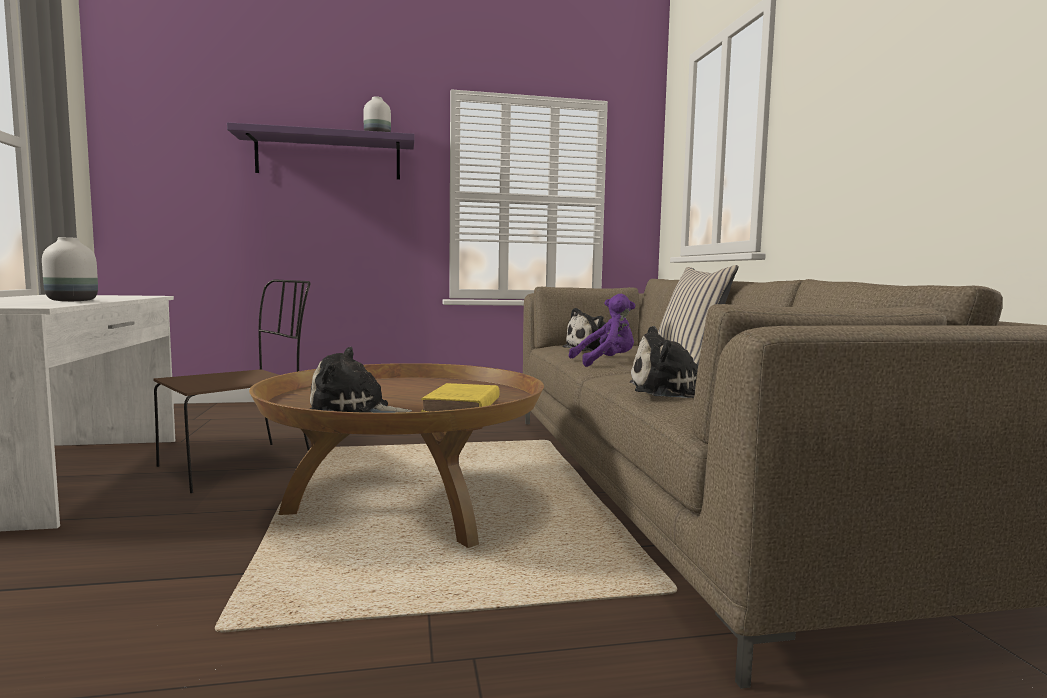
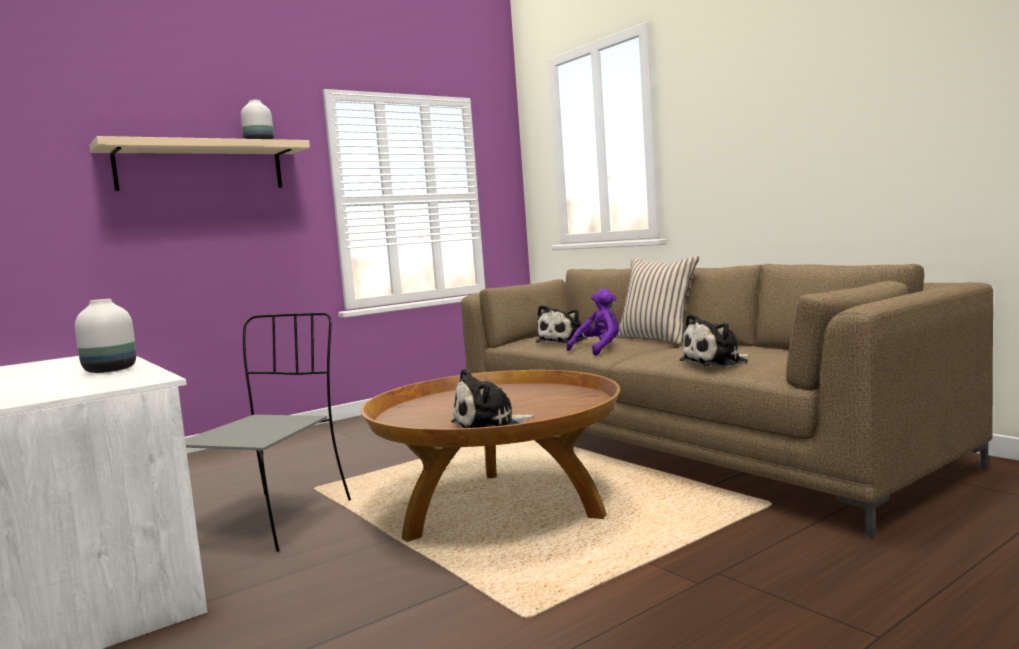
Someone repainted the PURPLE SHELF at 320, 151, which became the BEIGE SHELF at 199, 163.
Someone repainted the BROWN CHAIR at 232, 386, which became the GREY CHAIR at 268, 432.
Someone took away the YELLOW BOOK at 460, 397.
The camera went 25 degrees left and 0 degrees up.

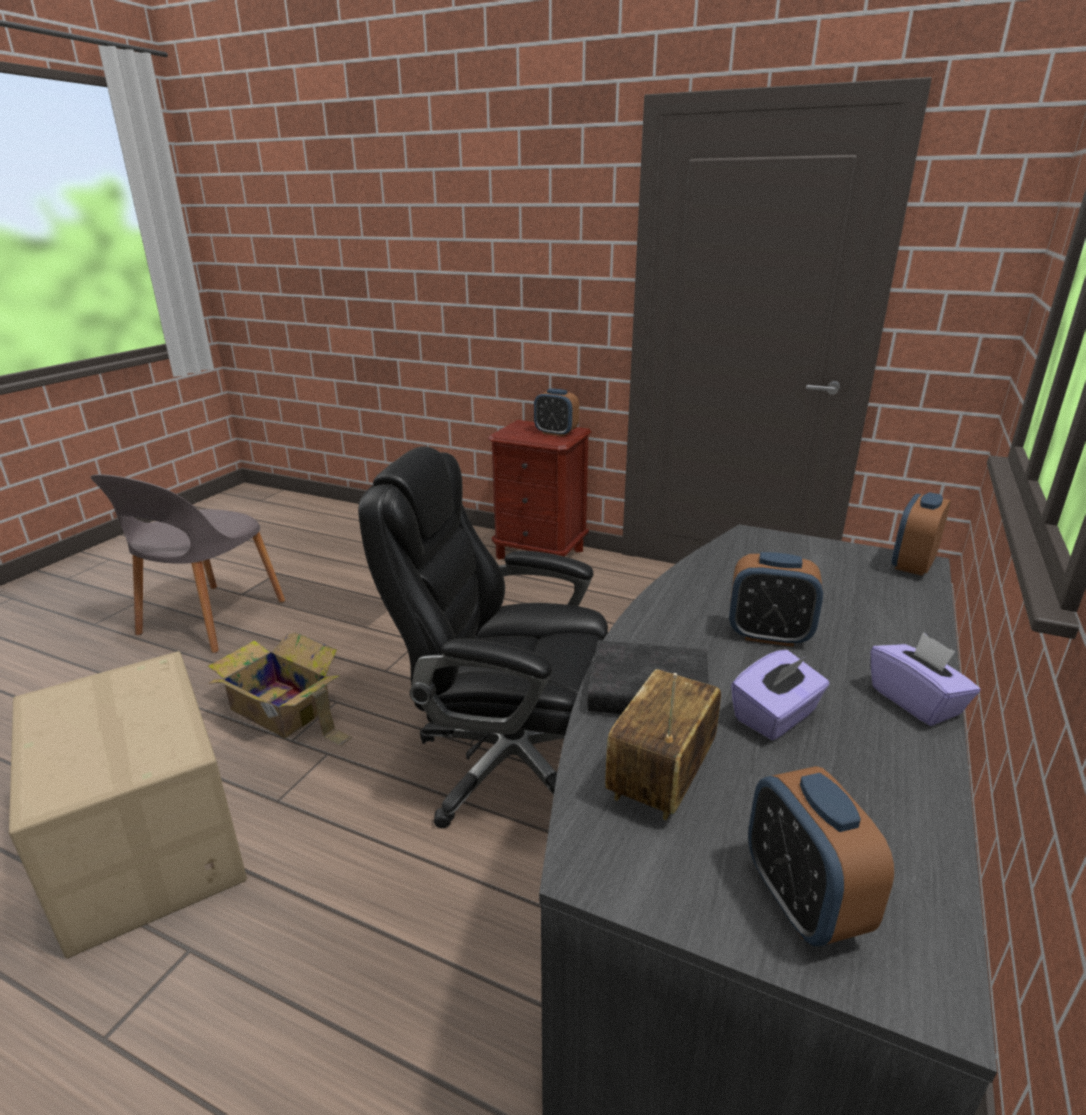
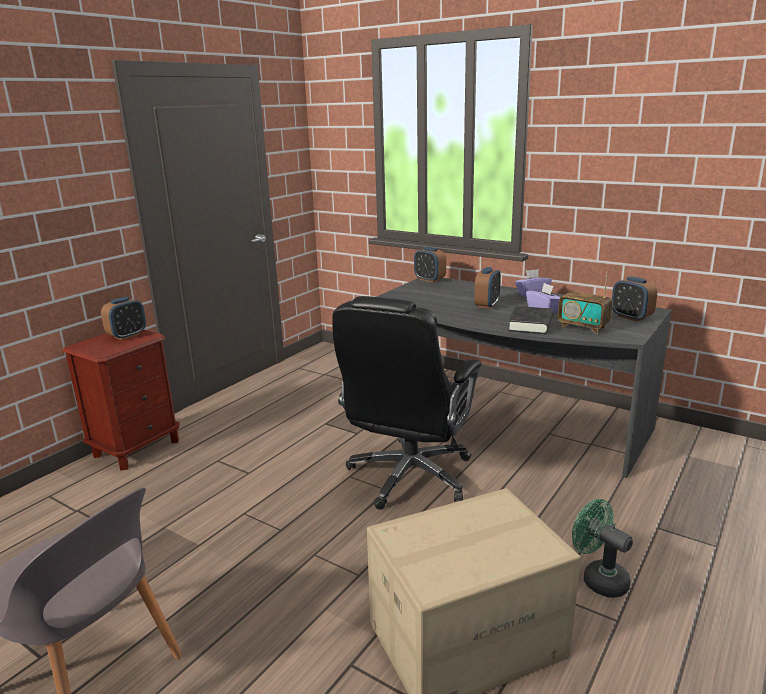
Someone took away the CARDBOARD BOX at 280, 689.
Someone rotated the ALARM CLOCK at 821, 856 by 60 degrees clockwise.
Someone put down the GREEN FAN at 602, 548.
The camera went 80 degrees left and 5 degrees down.

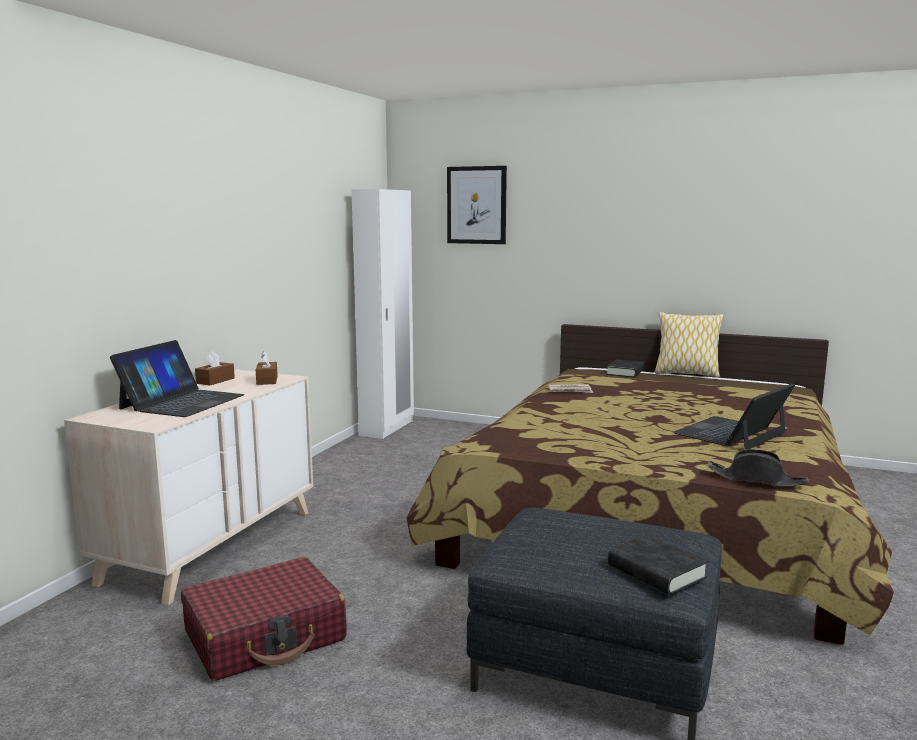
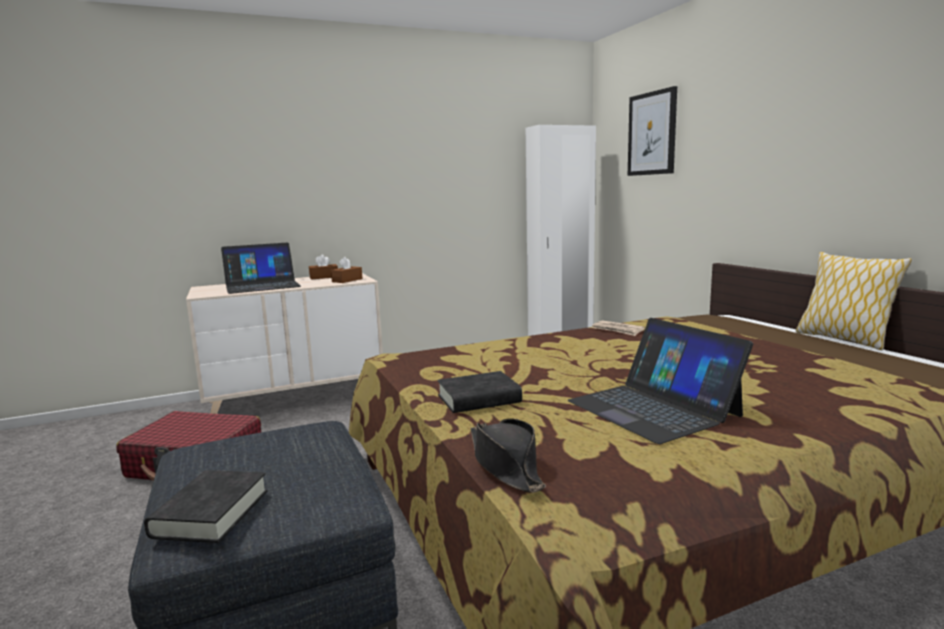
Someone carried the BLACK BOOK from 625, 368 to 480, 392.
Someone rotated the LAPTOP at 734, 416 by 120 degrees counterclockwise.
The camera went 45 degrees right and 0 degrees up.

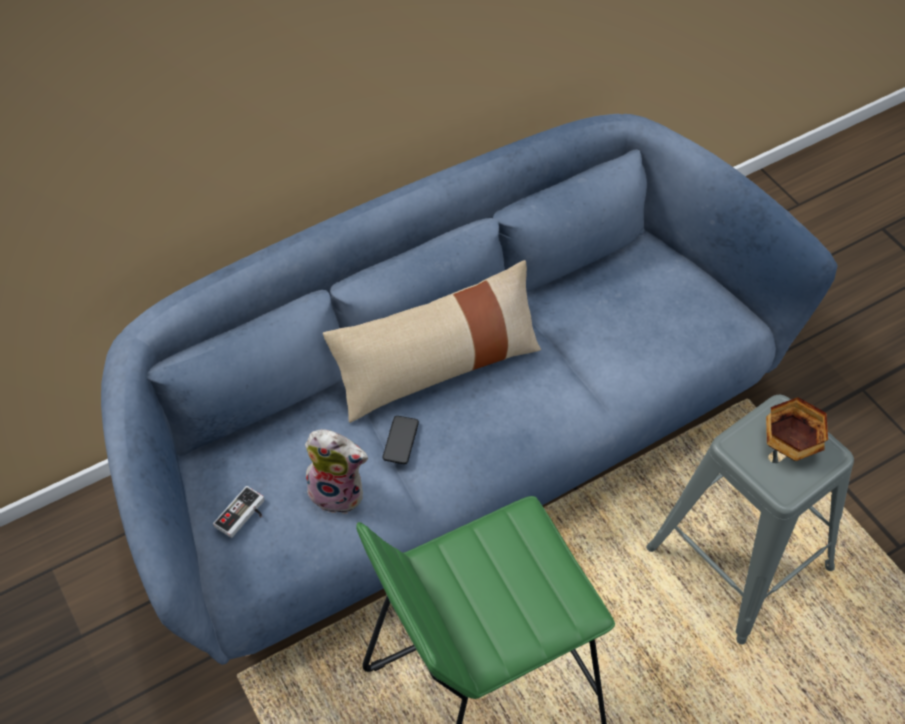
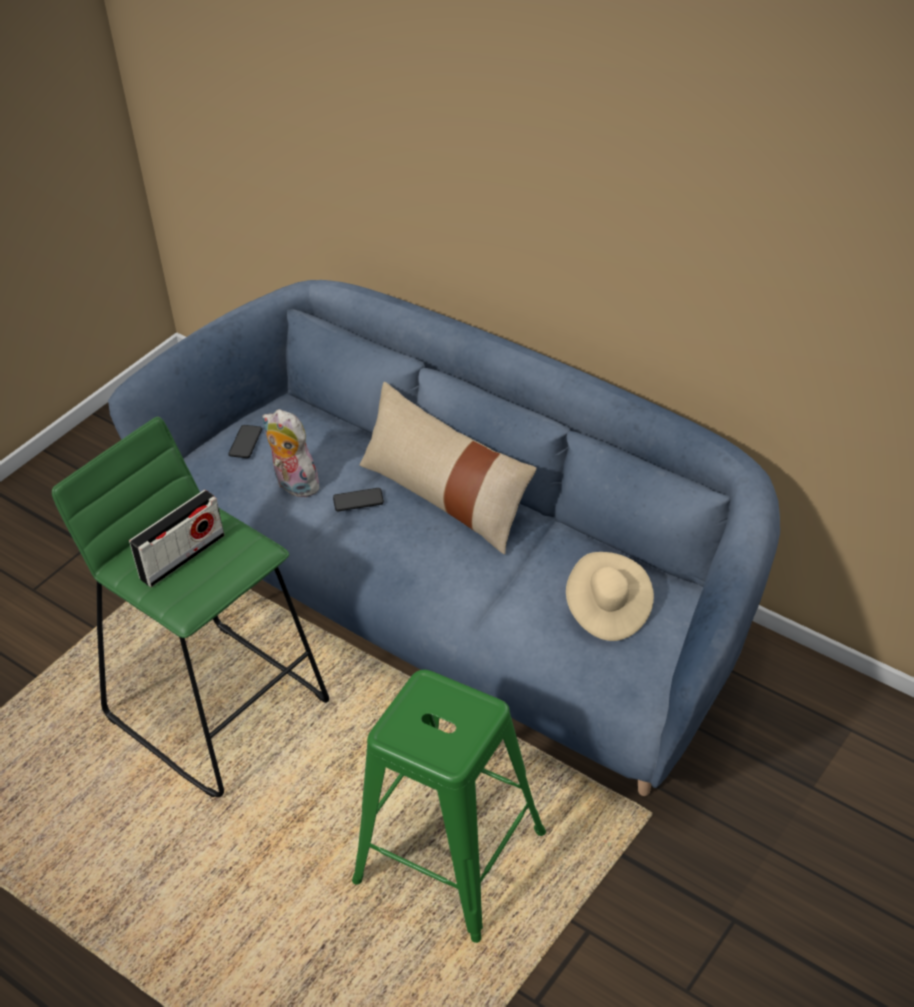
Someone repainted the GREY STOOL at 750, 519, which became the GREEN STOOL at 449, 806.
Someone took away the BOWL at 797, 429.
Someone rotated the PLUSH TOY at 334, 471 by 135 degrees clockwise.
Someone swapped the GAME CONTROLLER at 238, 512 for the PHONE at 245, 441.
Someone put down the RADIO at 177, 538.
Someone put down the BEIGE HAT at 610, 596.
The camera went 70 degrees right and 10 degrees down.

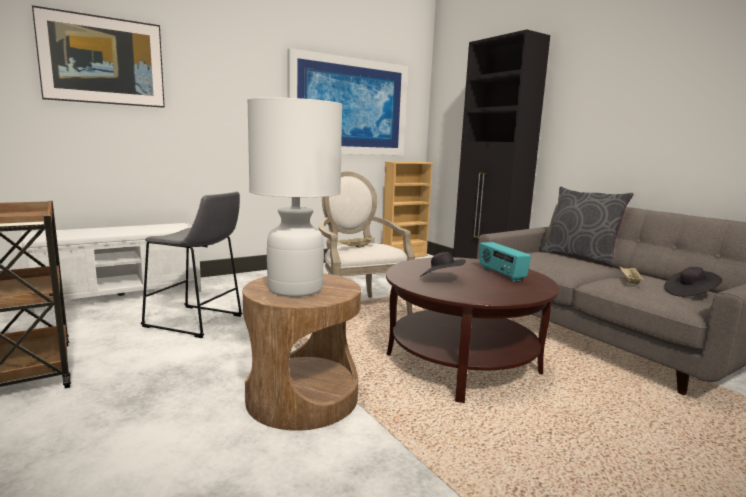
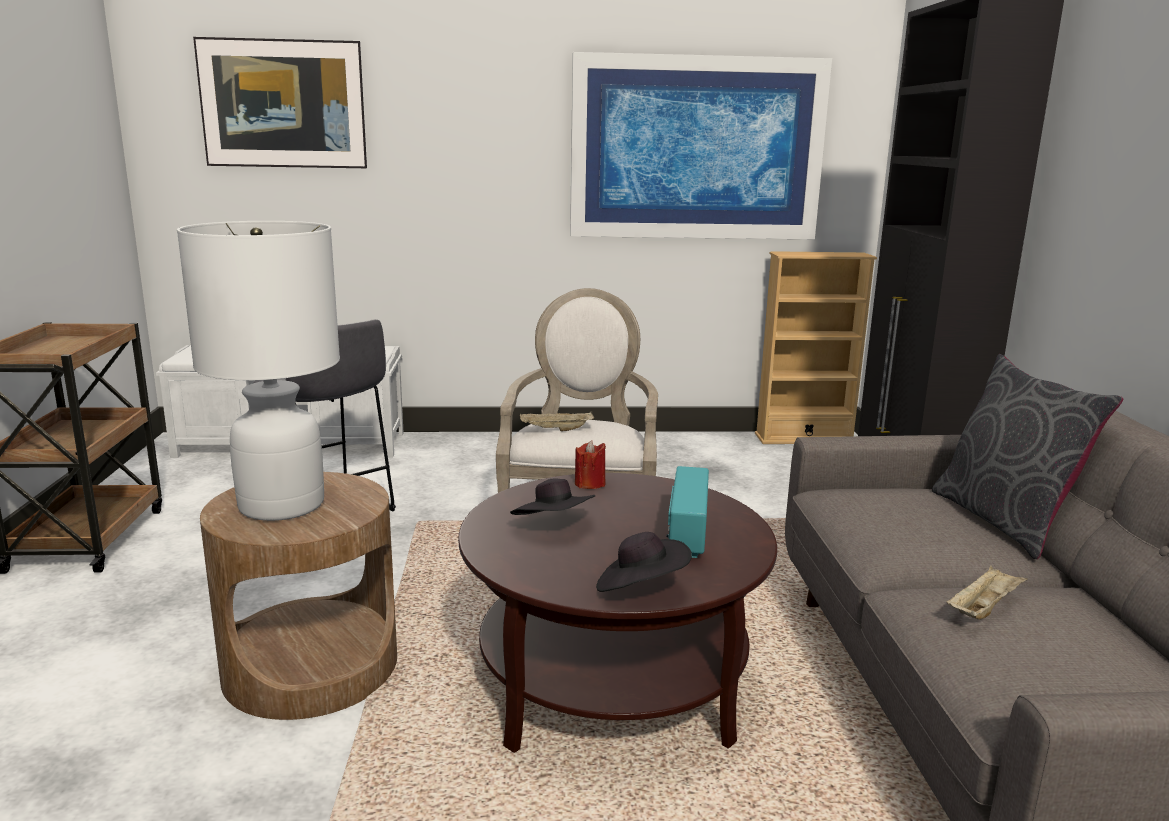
Someone carried the BLACK HAT from 693, 282 to 644, 562.
Someone put down the RED CANDLE at 590, 464.
The camera went 30 degrees right and 5 degrees up.

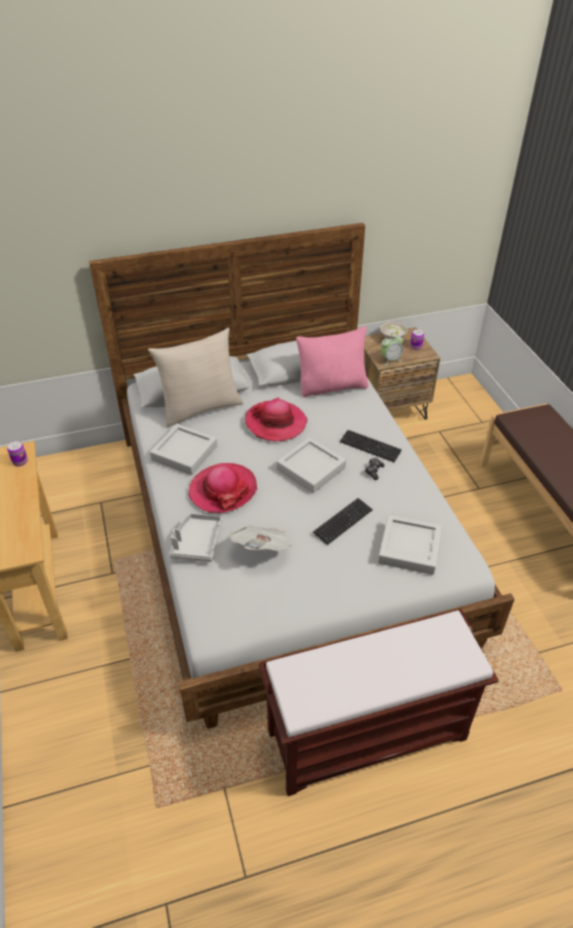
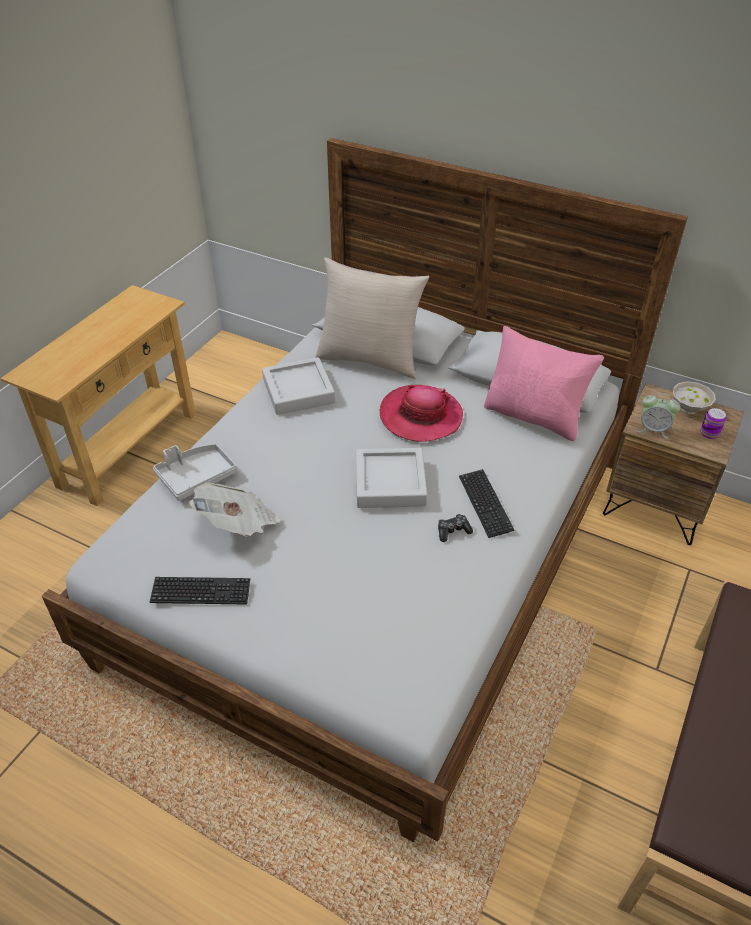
Someone took away the CAN at 17, 453.
Someone took away the HAT at 222, 488.
Someone carried the KEYBOARD from 343, 521 to 200, 591.
Someone took away the GREY TRAY at 410, 545.
Someone took away the BROWN BENCH at 379, 702.
The camera went 45 degrees right and 0 degrees up.

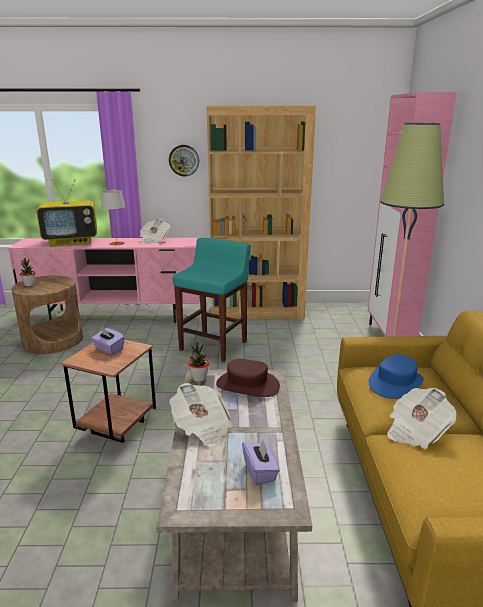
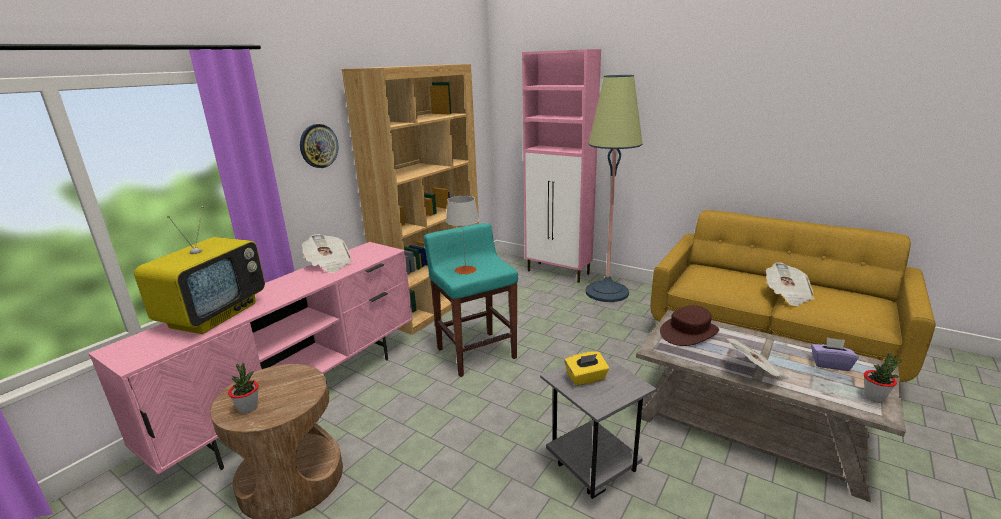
Someone carried the GREY TABLE LAMP from 113, 218 to 462, 235.
Someone repainted the PURPLE TISSUE BOX at 108, 341, which became the YELLOW TISSUE BOX at 587, 368.
Someone repainted the BROWN SIDE TABLE at 108, 391, which became the GREY SIDE TABLE at 598, 425.
Someone carried the POTTED PLANT from 199, 362 to 883, 377.
Someone took away the BLUE HAT at 396, 377.
The camera went 55 degrees left and 0 degrees up.

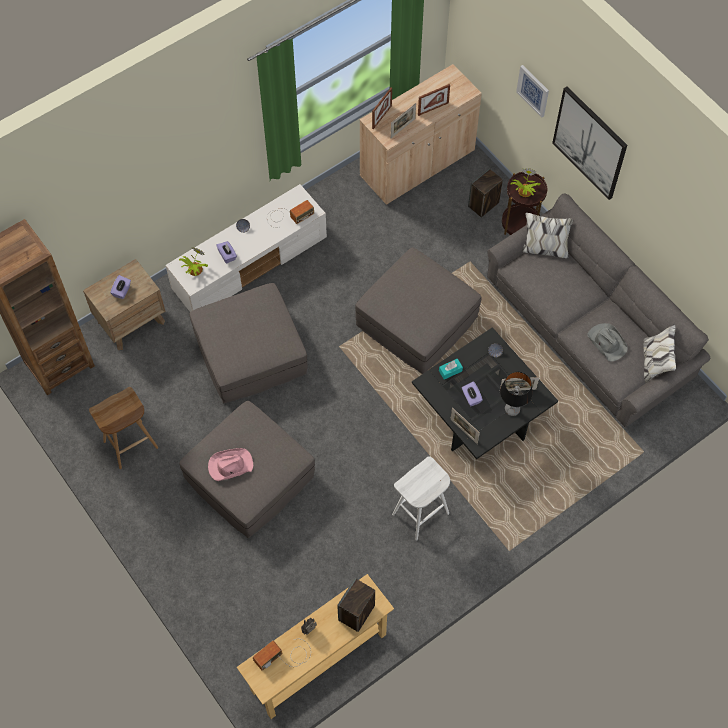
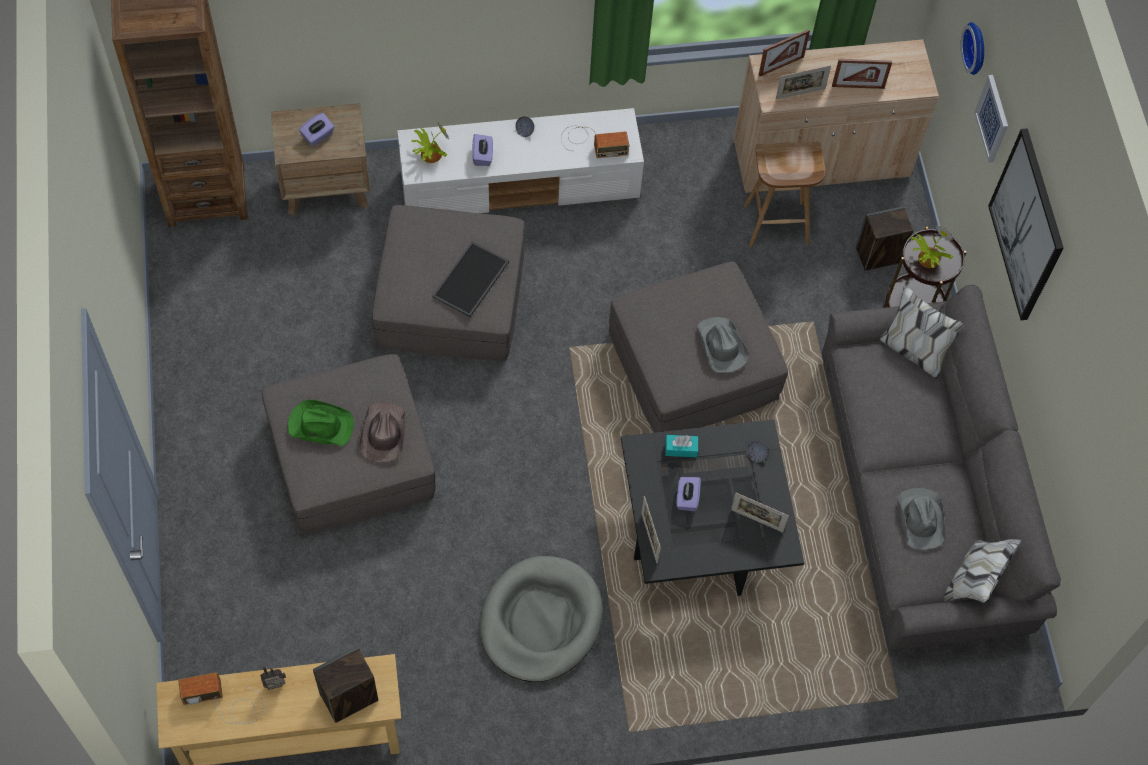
Someone took away the TABLE LAMP at 516, 394.
Someone carried the BROWN STOOL from 123, 428 to 784, 194.
Someone repainted the PINK HAT at 230, 464, which became the GREEN HAT at 320, 423.
Someone swapped the WHITE STOOL at 421, 498 for the GREY DOG BED at 542, 619.
Someone put up the WALL CLOCK at 972, 48.
Someone put down the TRAY at 470, 279.
Someone put down the GREY HAT at 723, 345.
Someone put down the BROWN HAT at 382, 433.
The camera went 25 degrees right and 0 degrees up.

